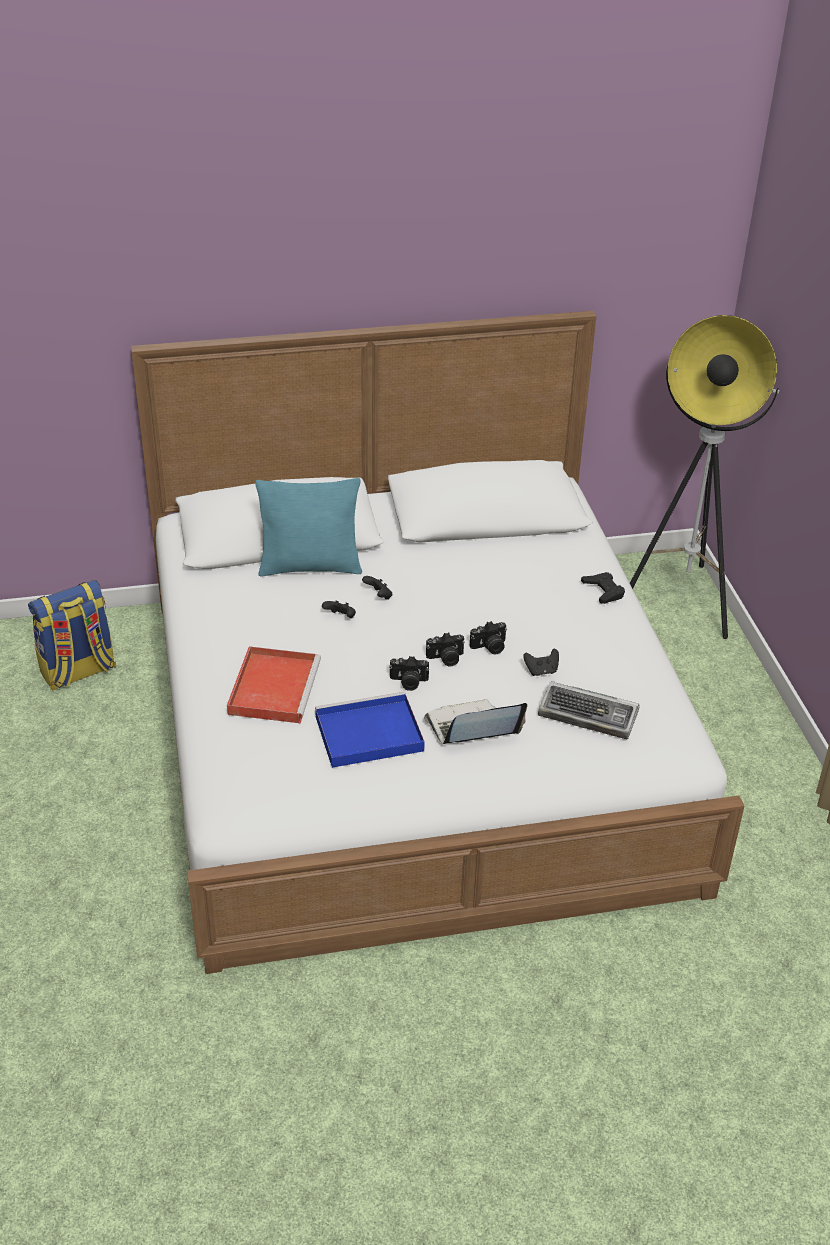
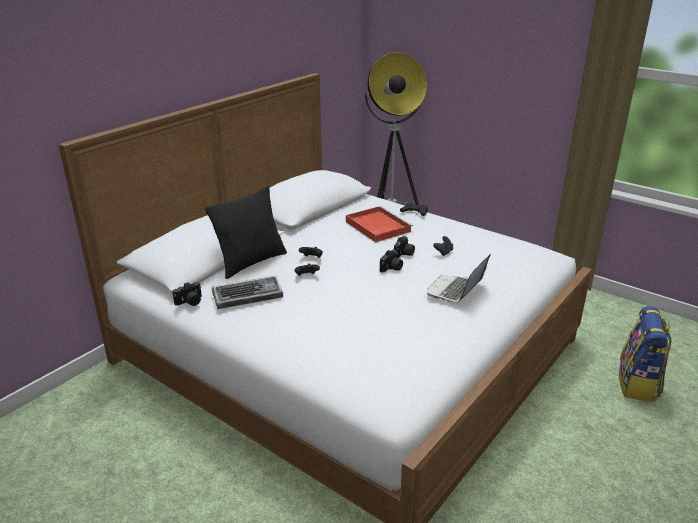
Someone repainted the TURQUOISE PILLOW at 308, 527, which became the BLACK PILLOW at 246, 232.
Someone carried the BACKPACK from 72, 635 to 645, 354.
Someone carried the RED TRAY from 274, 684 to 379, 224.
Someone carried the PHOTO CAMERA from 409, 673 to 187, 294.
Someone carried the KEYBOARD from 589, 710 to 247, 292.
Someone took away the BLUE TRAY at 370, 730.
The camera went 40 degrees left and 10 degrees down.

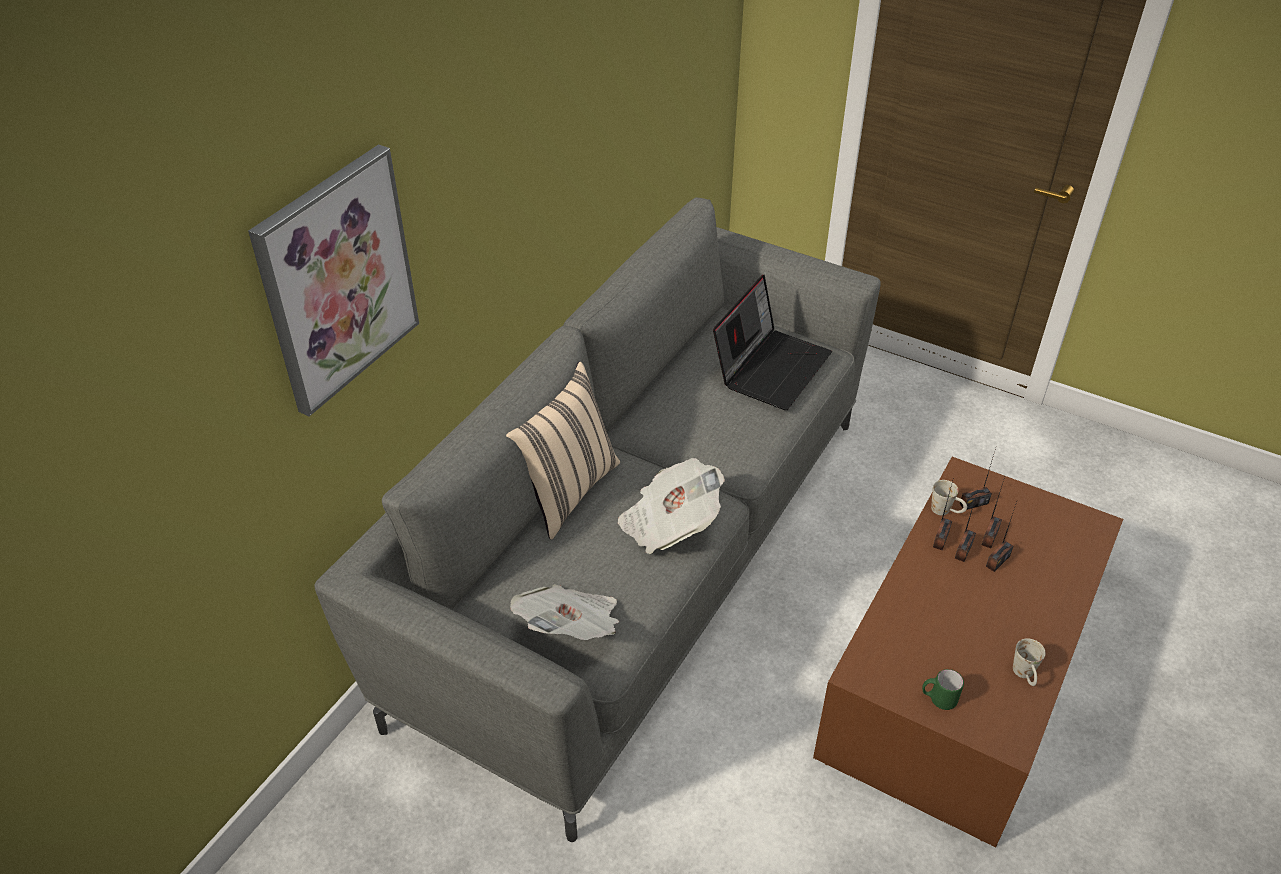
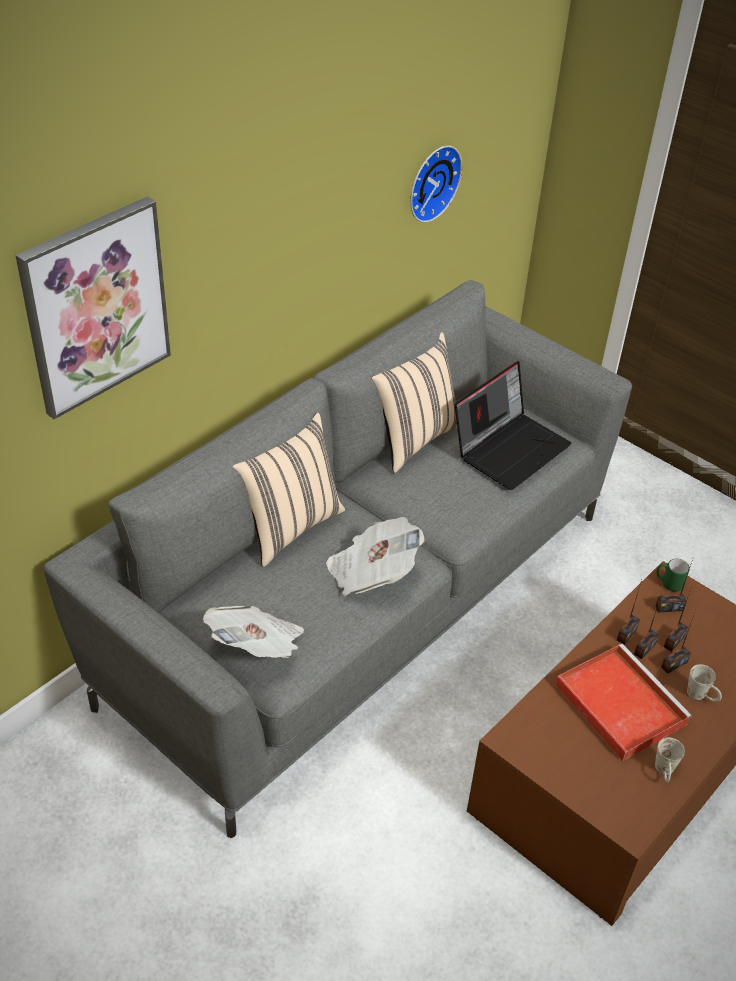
Someone carried the WHITE MUG from 949, 497 to 704, 683.
Someone carried the GREEN MUG from 943, 689 to 673, 575.
Someone put up the WALL CLOCK at 436, 184.
Someone put down the BEIGE PILLOW at 414, 402.
Someone put down the RED TRAY at 623, 702.
The camera went 10 degrees right and 0 degrees up.

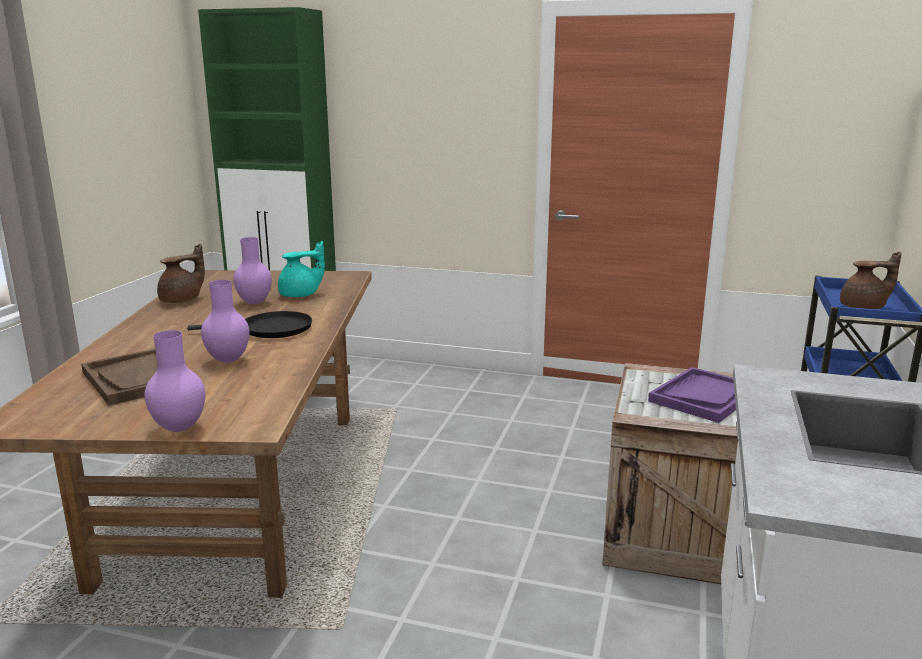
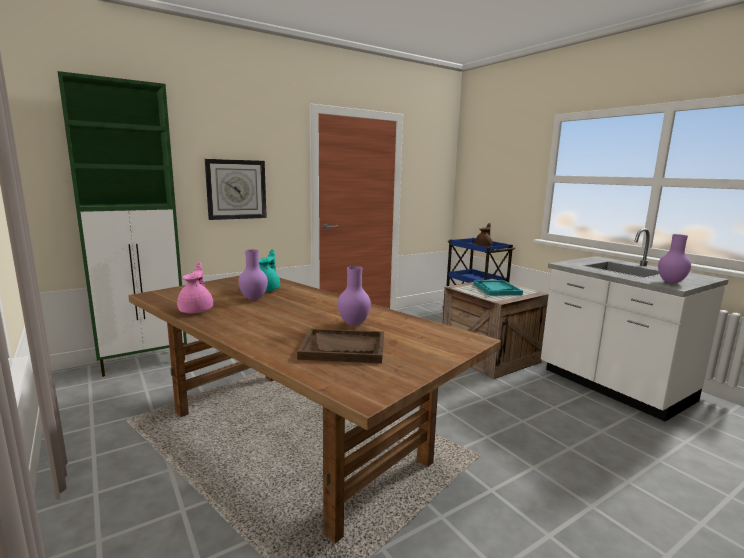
Someone repainted the BROWN TEAPOT at 181, 273, which became the PINK TEAPOT at 195, 287.
Someone took away the BLACK FRYING PAN at 249, 324.
Someone carried the PURPLE VASE from 174, 381 to 674, 259.
Someone repainted the PURPLE TRAY at 692, 395, which became the TURQUOISE TRAY at 498, 288.
Someone put up the WALL CLOCK at 236, 189.
The camera went 50 degrees left and 5 degrees down.

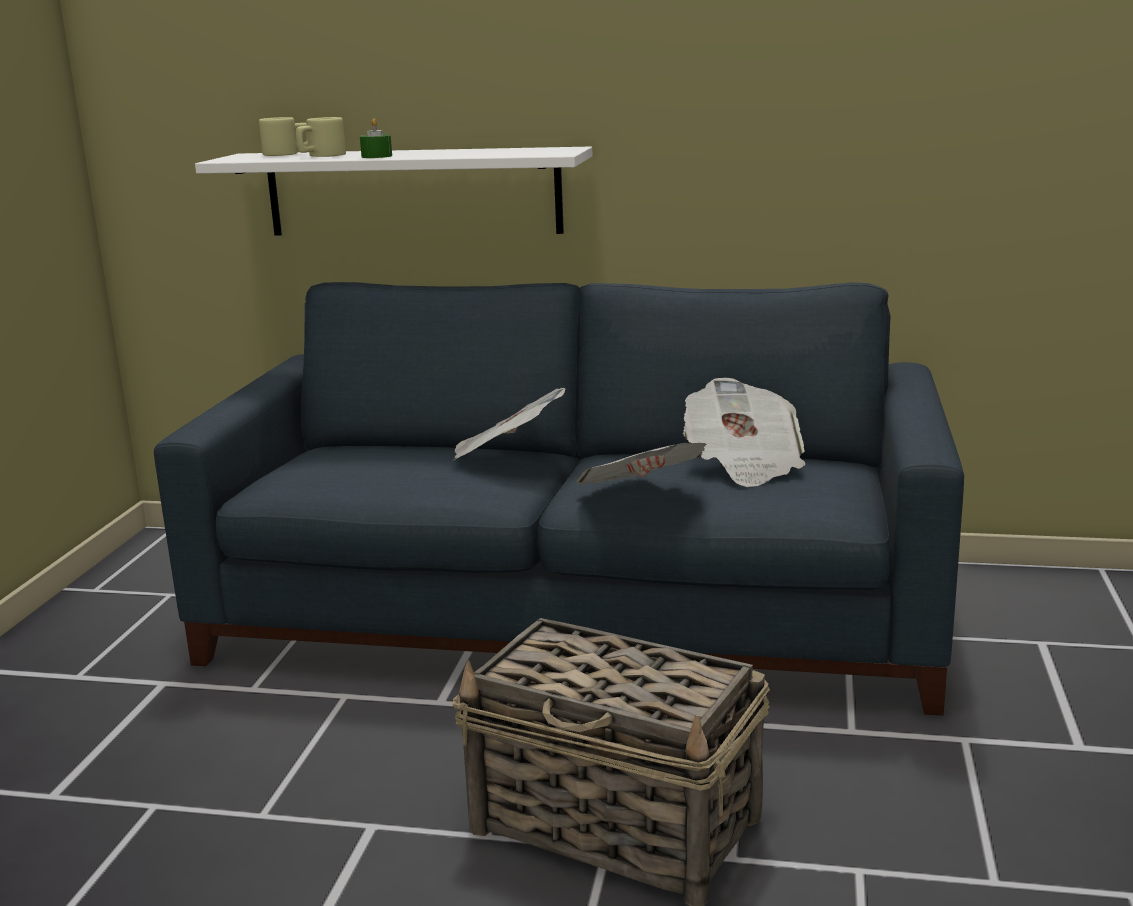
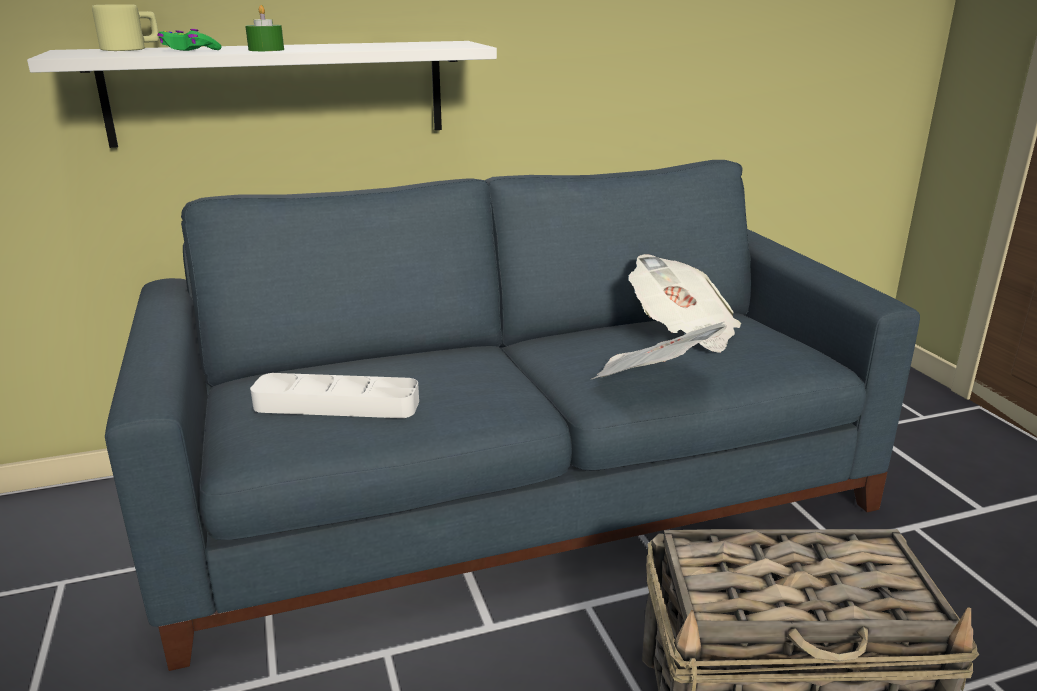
Someone swapped the BEIGE MUG at 321, 137 for the GREEN GAME CONTROLLER at 189, 40.
Someone took away the NEWSPAPER at 509, 424.
Someone put down the GREY TRAY at 334, 395.
The camera went 30 degrees left and 5 degrees up.

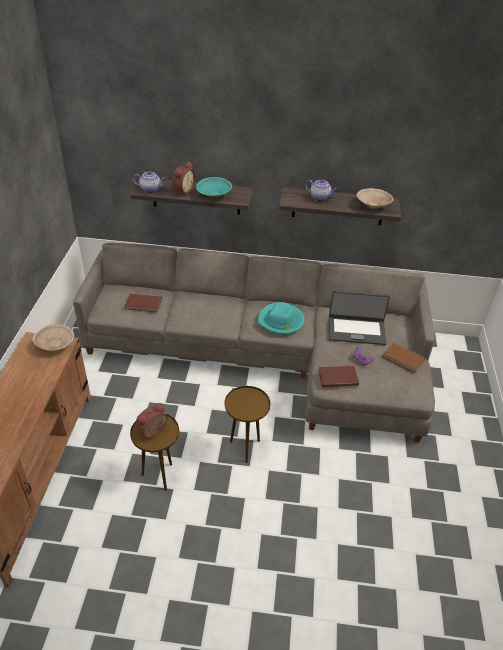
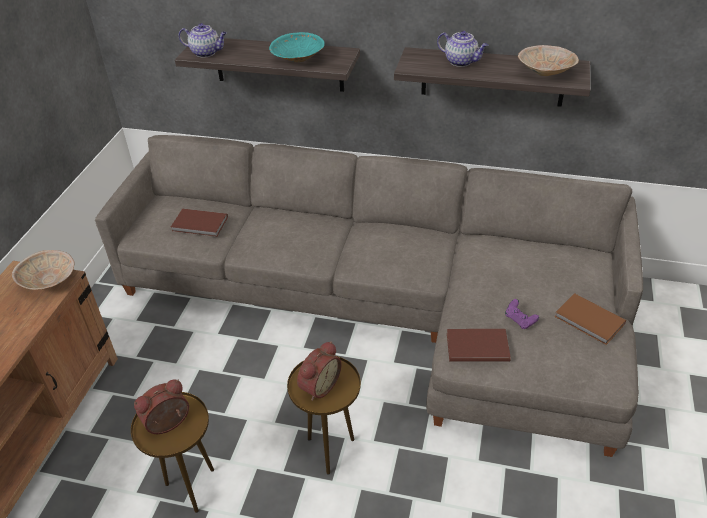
Someone carried the ALARM CLOCK from 184, 179 to 319, 371.
Someone took away the LAPTOP at 359, 318.
Someone took away the TURQUOISE HAT at 281, 318.
The camera went 10 degrees right and 0 degrees up.

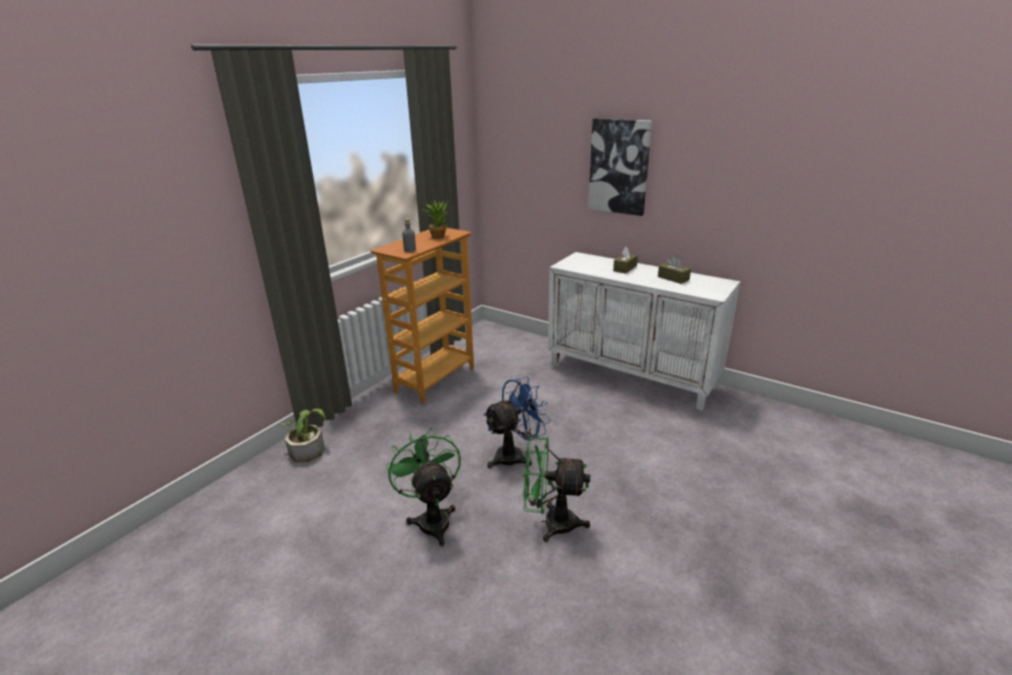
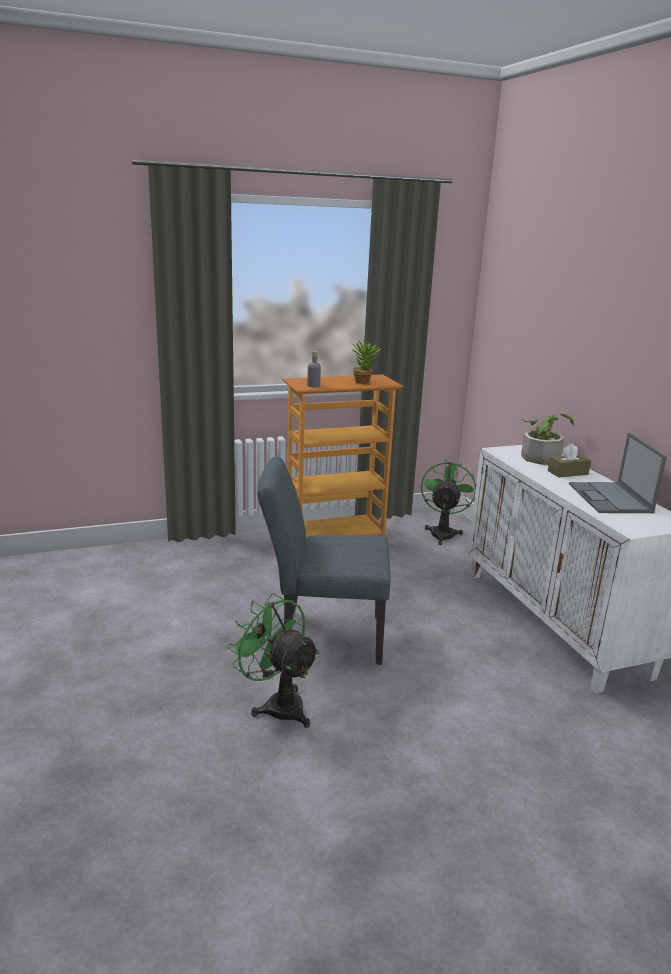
Someone took away the PICTURE at 620, 167.
Someone swapped the BROWN TISSUE BOX at 674, 270 for the LAPTOP at 618, 473.
Someone swapped the BLUE FAN at 517, 422 for the GREY CHAIR at 324, 561.
Someone carried the POTTED PLANT from 302, 435 to 547, 439.
Someone carried the GREEN FAN from 423, 487 to 448, 502.
The camera went 35 degrees right and 5 degrees down.

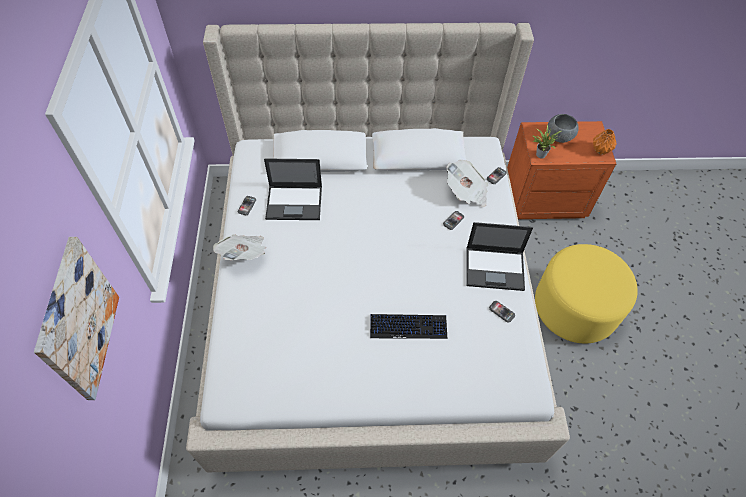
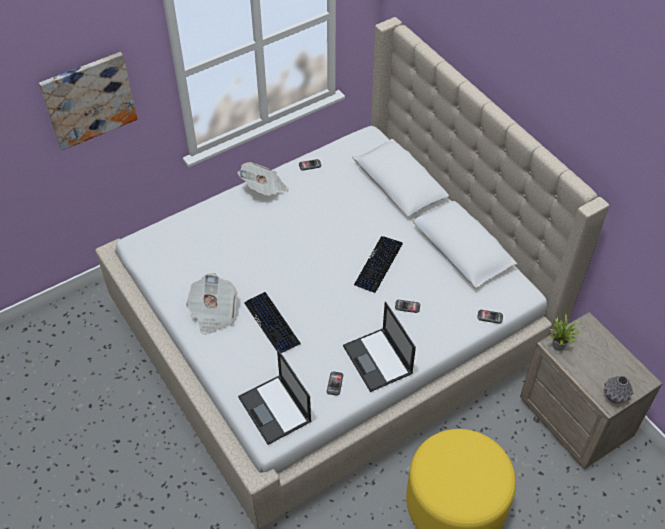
Someone took away the GREY BOWL at 563, 128.
Someone repainted the ORANGE NIGHTSTAND at 561, 170, which became the BEIGE NIGHTSTAND at 591, 390.
Someone repainted the ORANGE VASE at 605, 142, which became the GREY VASE at 618, 389.
Someone carried the LAPTOP from 293, 189 to 275, 397.
Someone carried the NEWSPAPER from 467, 183 to 211, 304.
Someone put down the KEYBOARD at 378, 265.
The camera went 60 degrees right and 5 degrees down.

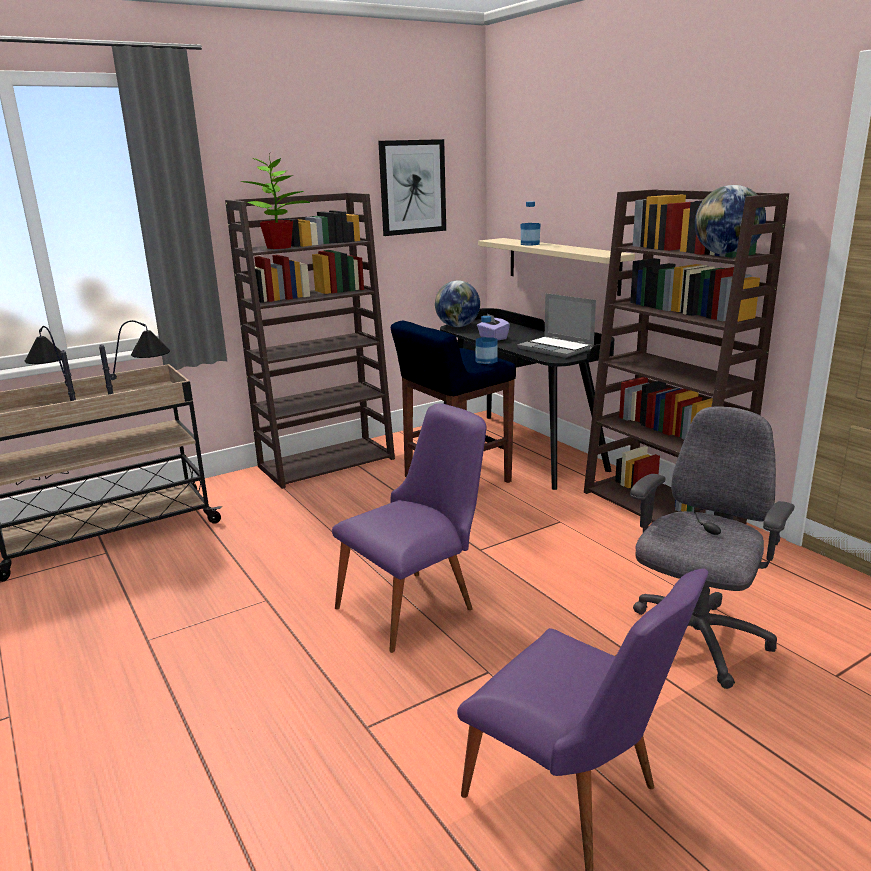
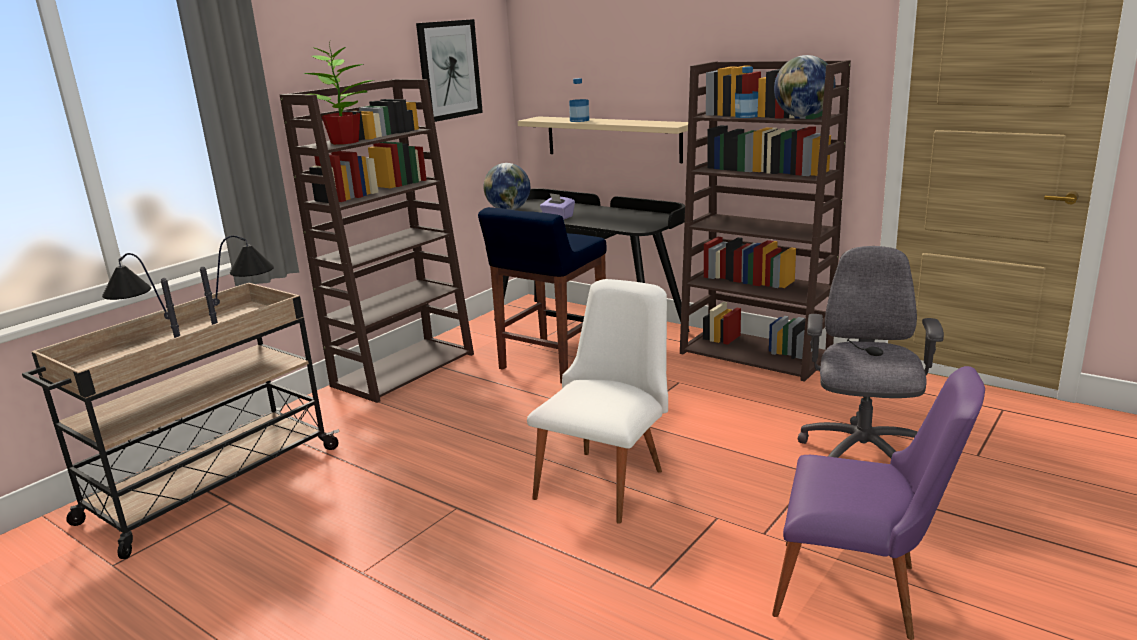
Someone took away the LAPTOP at 556, 325.
Someone carried the BOTTLE from 486, 340 to 746, 92.
Someone repainted the PURPLE CHAIR at 409, 528, which became the WHITE CHAIR at 597, 401.
The camera went 20 degrees left and 0 degrees up.

